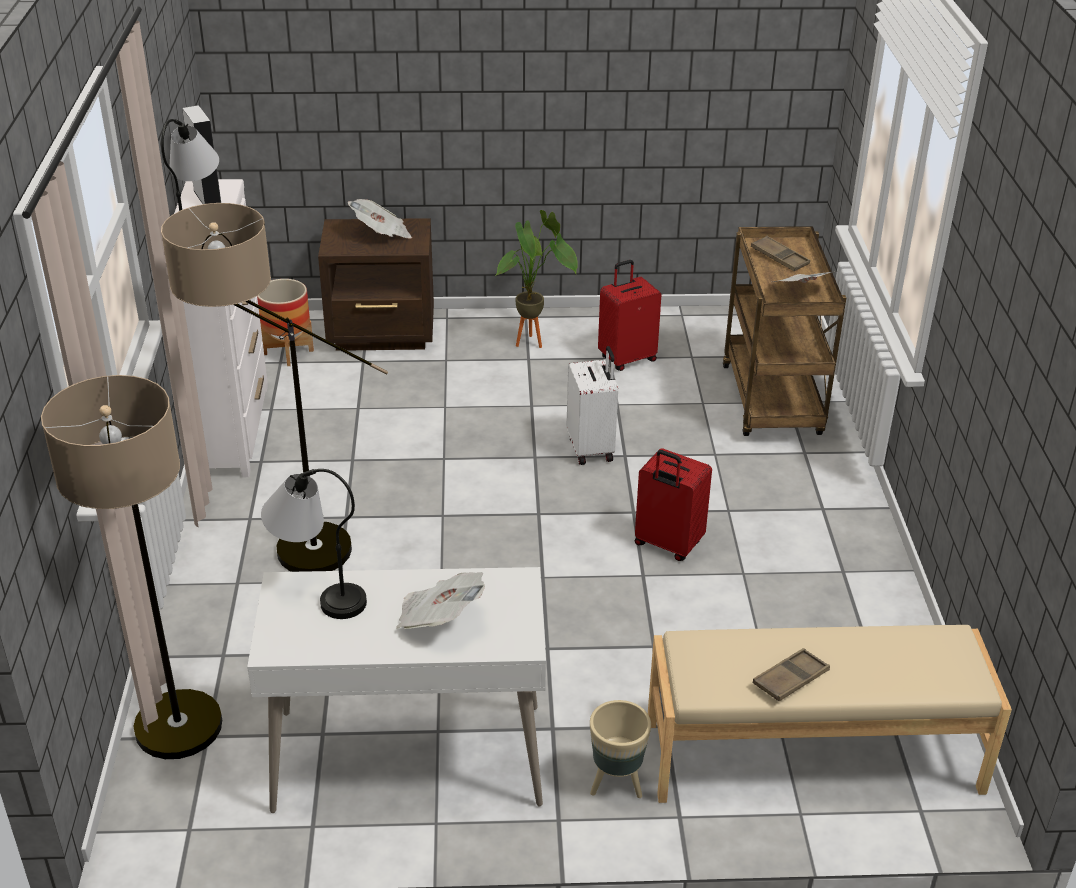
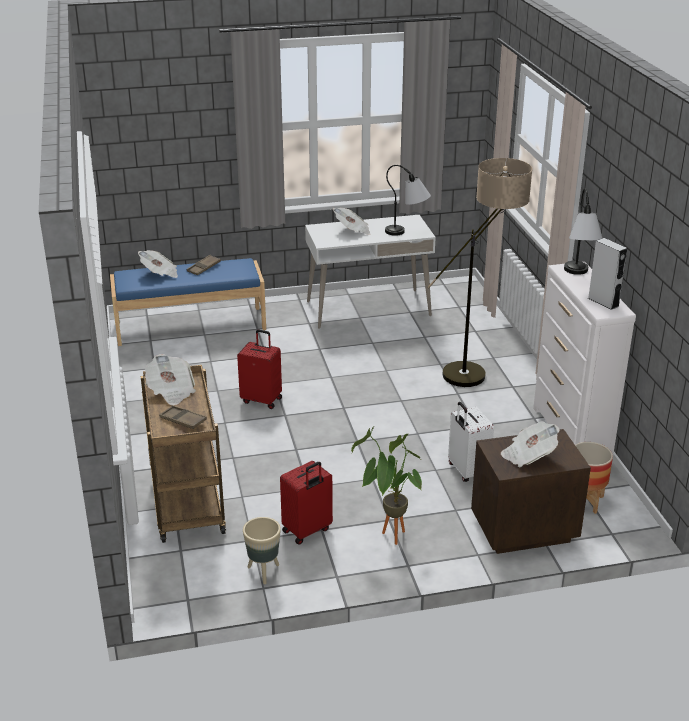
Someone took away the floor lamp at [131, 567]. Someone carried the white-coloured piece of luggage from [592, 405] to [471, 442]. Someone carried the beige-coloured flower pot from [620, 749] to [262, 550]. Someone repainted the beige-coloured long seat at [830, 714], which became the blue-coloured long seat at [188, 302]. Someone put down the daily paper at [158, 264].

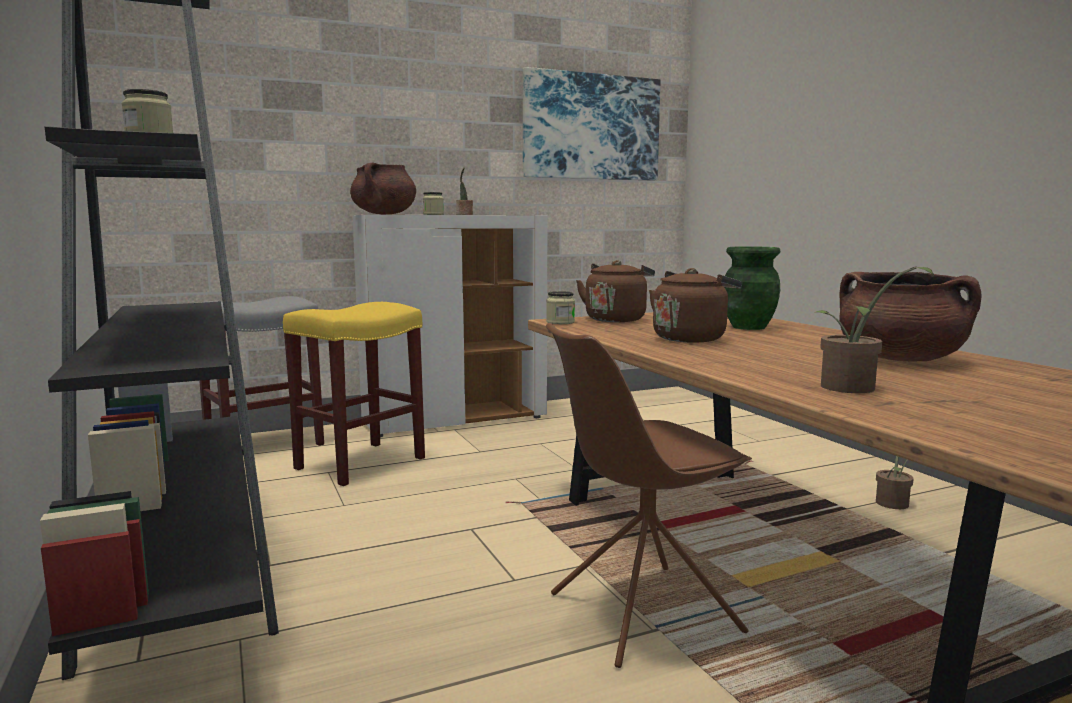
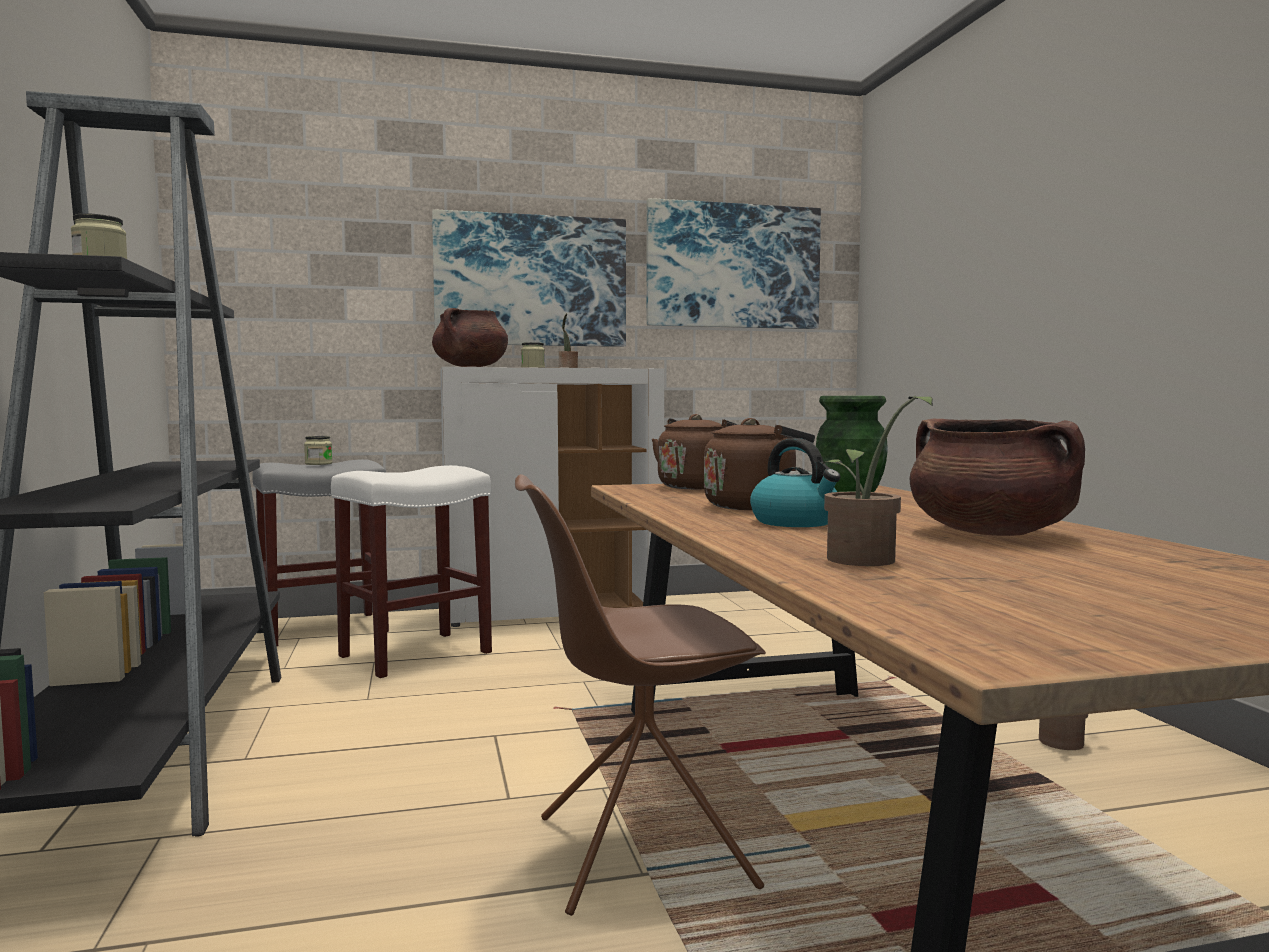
Someone repainted the yellow sitting stool at [354, 394], which became the white-coloured sitting stool at [411, 571]. Someone carried the jar from [560, 307] to [318, 450]. Someone put up the picture at [529, 278]. Someone put down the water kettle at [795, 482].

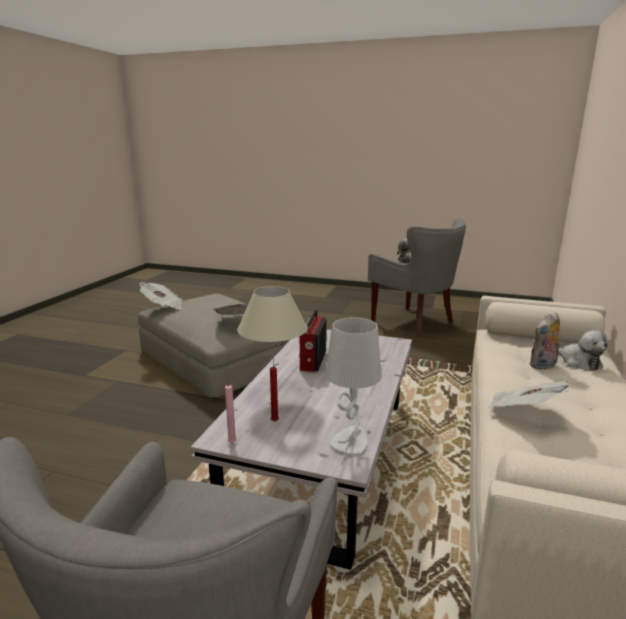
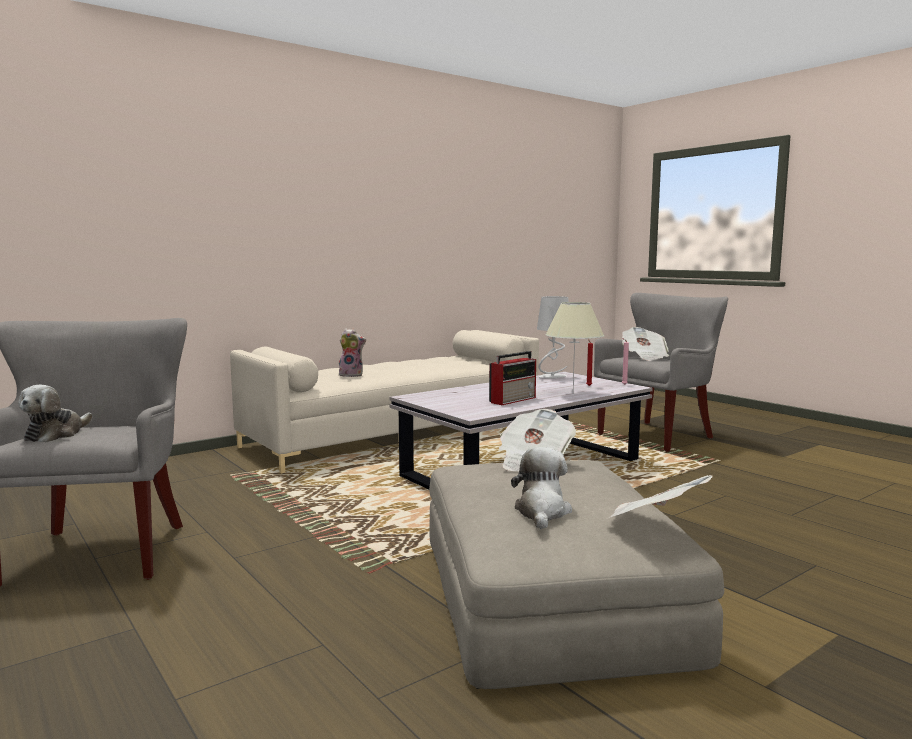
Someone carried the daily paper from [530, 394] to [645, 344]. Someone carried the soft toy from [583, 350] to [541, 488].

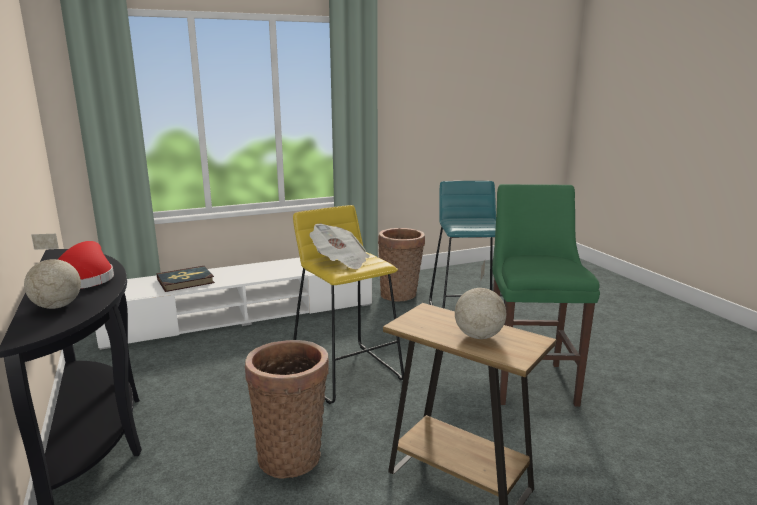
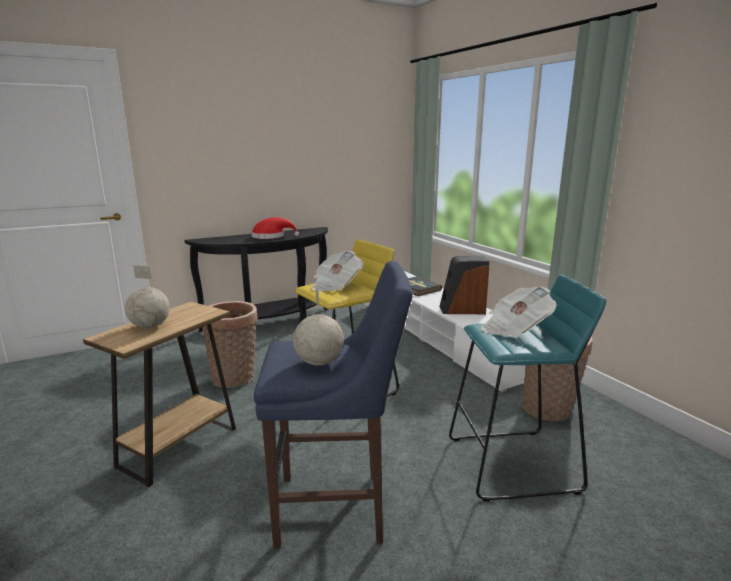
Someone carried the globe from [52, 271] to [318, 327]. Someone repainted the greenish sitting stool at [546, 295], which became the blue-coloured sitting stool at [333, 404]. Someone put down the speaker at [464, 285]. Someone put down the daily paper at [519, 312].

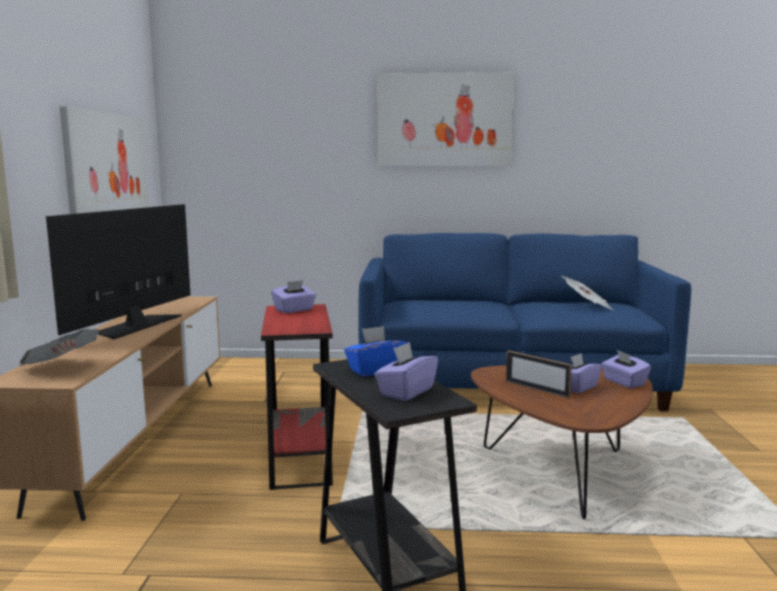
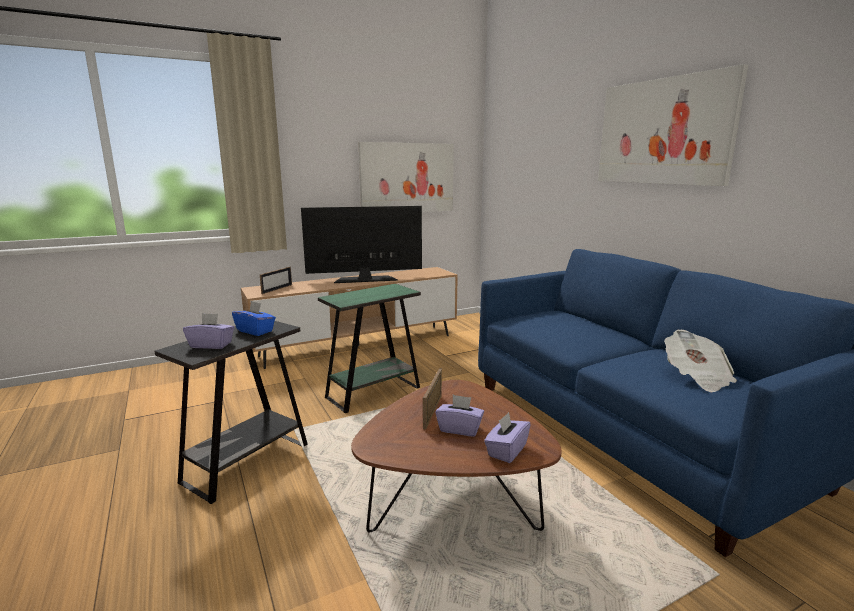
Someone swapped the daily paper at [59, 347] for the photo frame at [276, 280]. Someone repainted the red-coloured accent table at [297, 397], which became the greenish accent table at [369, 348]. Someone took away the purplish box of tissues at [293, 296].

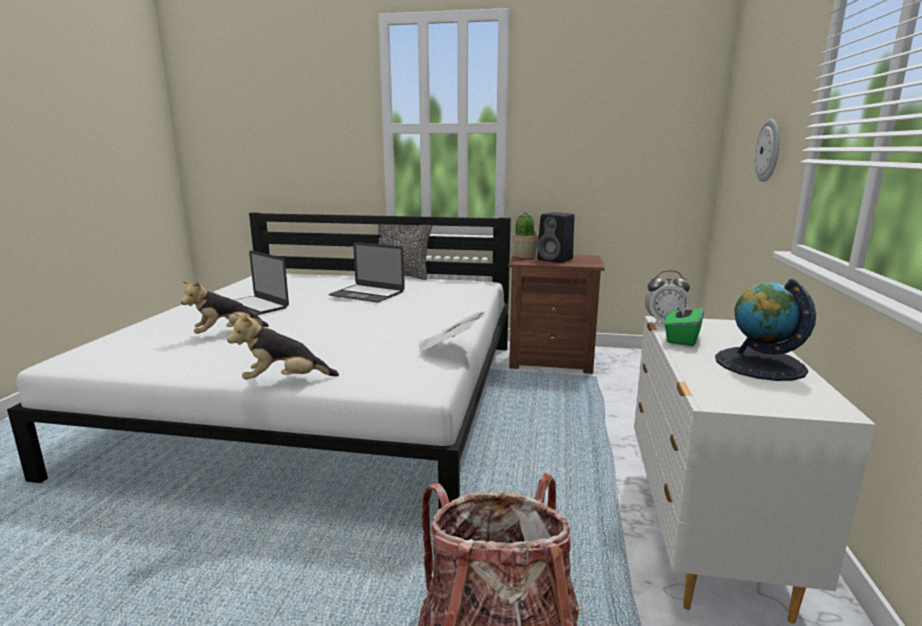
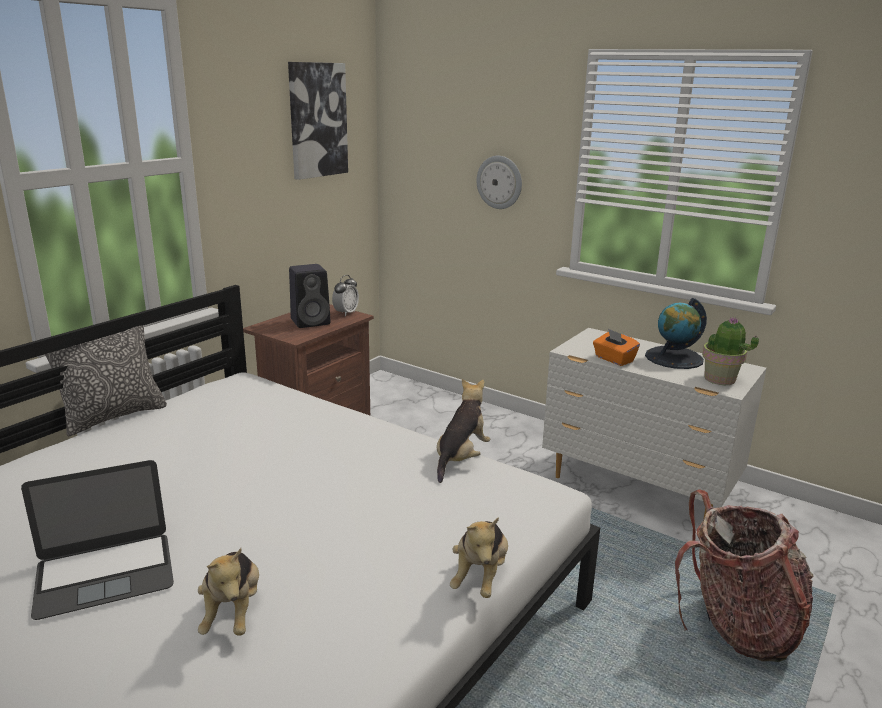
Someone took away the portable computer at [367, 272]. Someone swapped the daily paper at [452, 332] for the soft toy at [463, 431]. Someone carried the plant in a pot from [526, 235] to [730, 351]. Someone carried the bedside clock from [667, 297] to [345, 295]. Someone repainted the greenish box of tissues at [684, 322], which became the orange box of tissues at [616, 347]. Someone put up the picture at [318, 121].

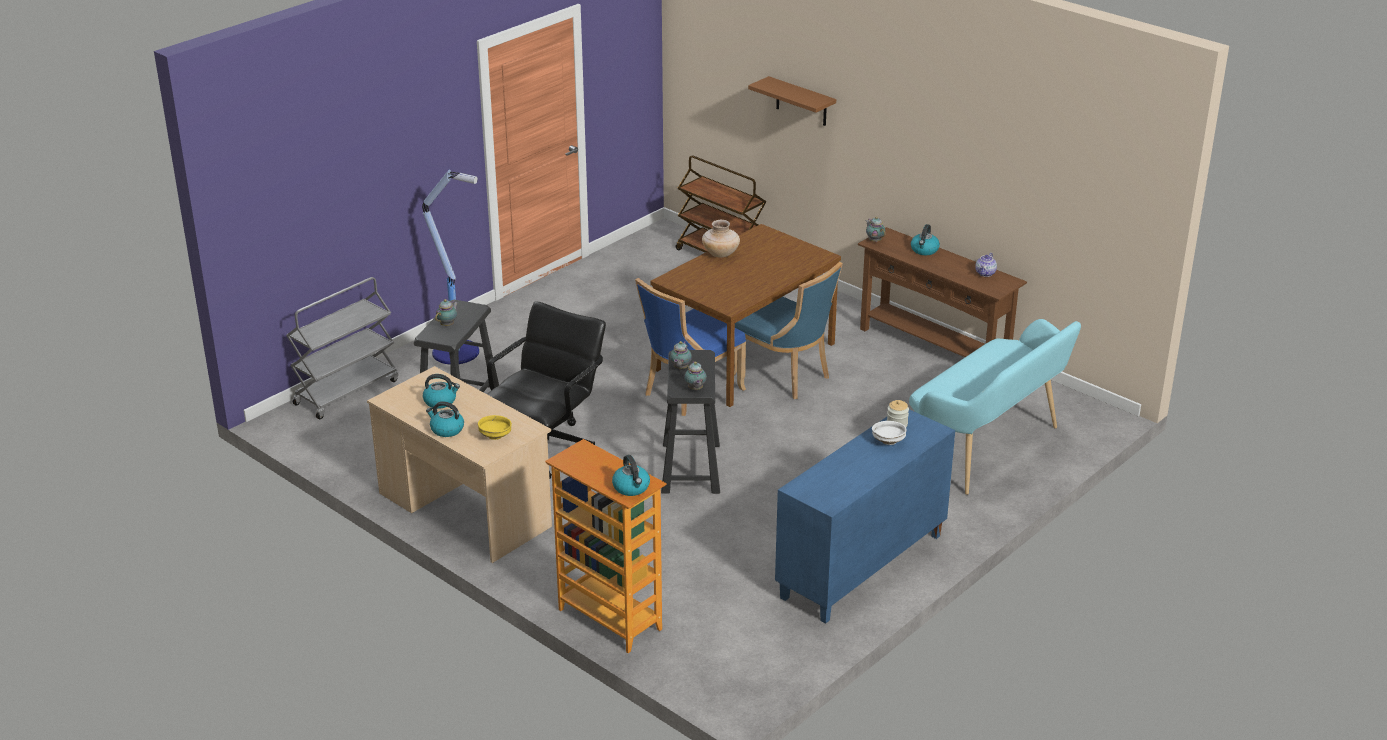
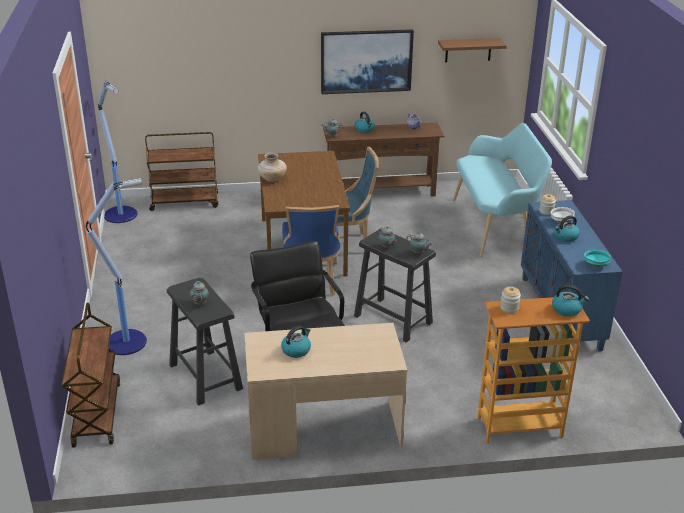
Someone repainted the grey trolley at [342, 348], which became the brownish trolley at [90, 375]. Someone carried the water kettle from [445, 419] to [567, 228]. Someone took away the yellow serving bowl at [495, 427]. Someone carried the brownish bracket shelf from [792, 101] to [472, 50]. Someone put down the floor lamp at [118, 151]. Someone put up the picture at [367, 61]. Someone put down the jar at [510, 300]. Someone put down the turquoise-coloured serving bowl at [597, 259].

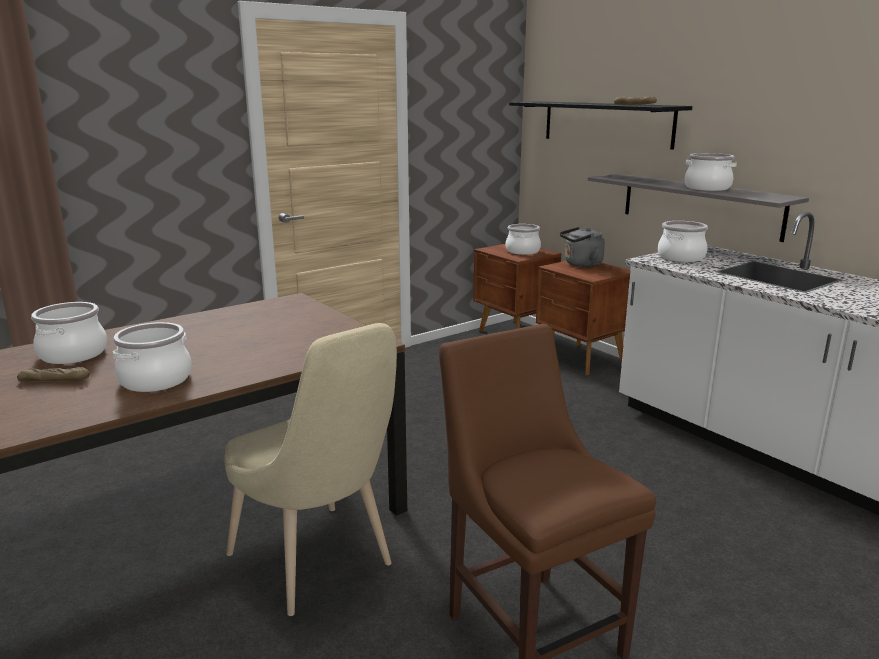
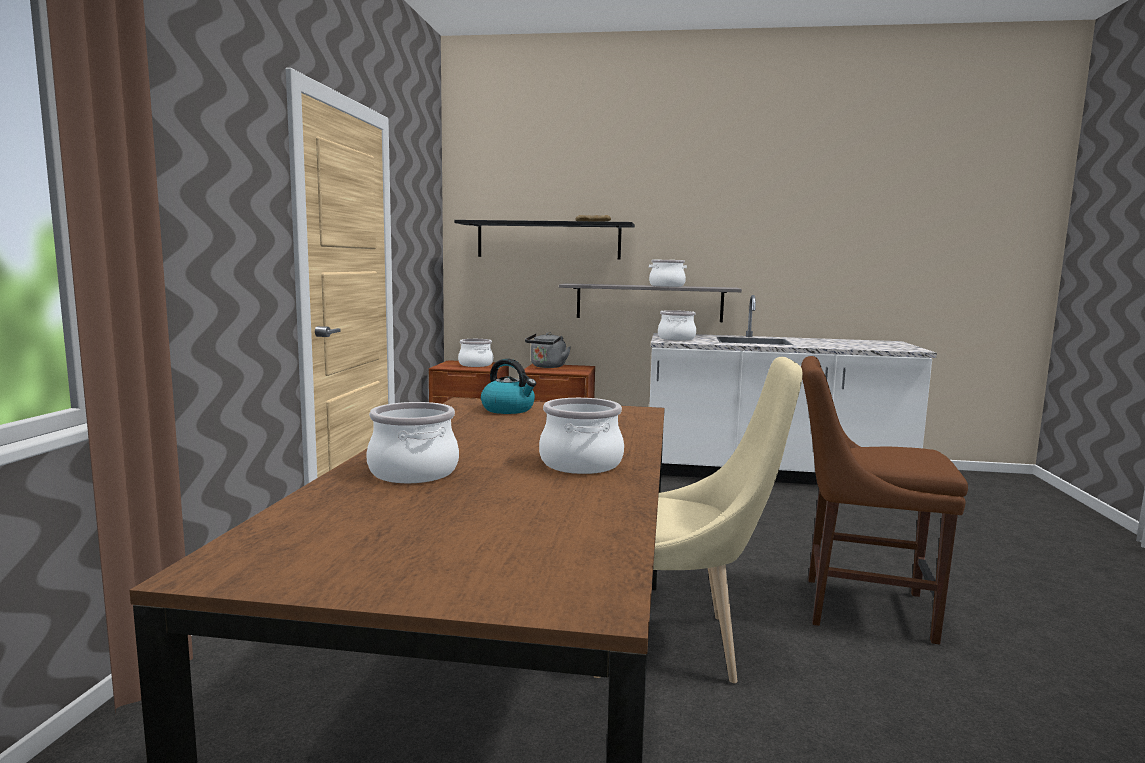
Someone took away the bakery bread at [53, 374]. Someone put down the water kettle at [508, 386].

